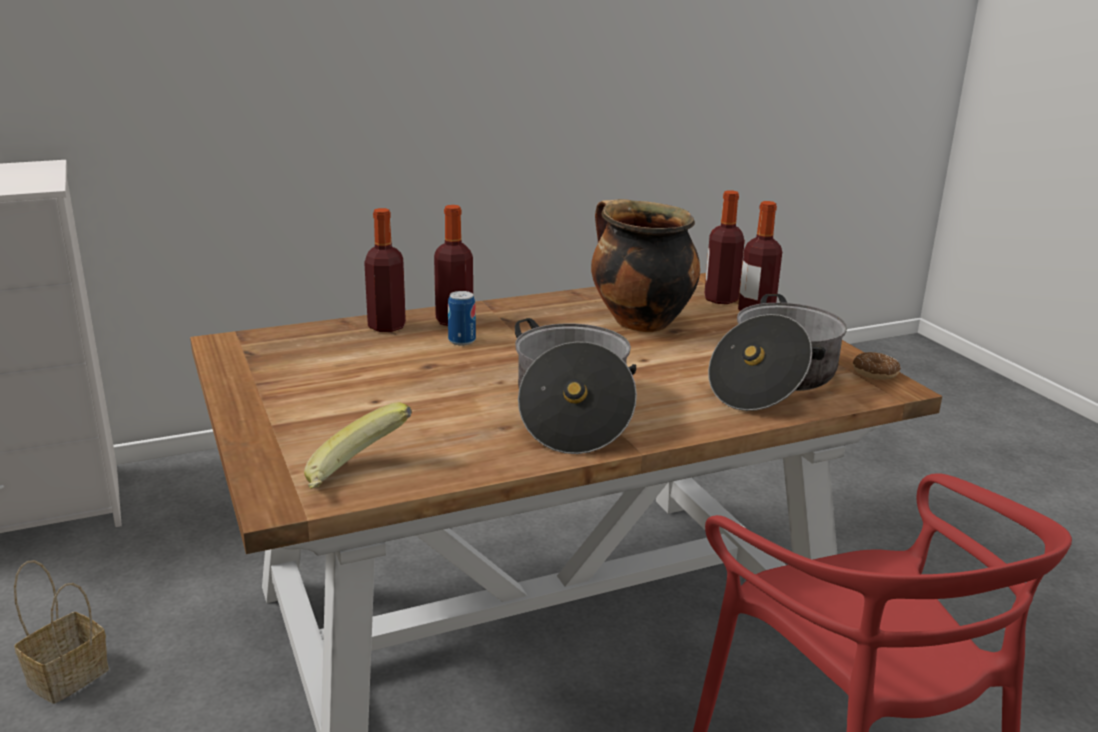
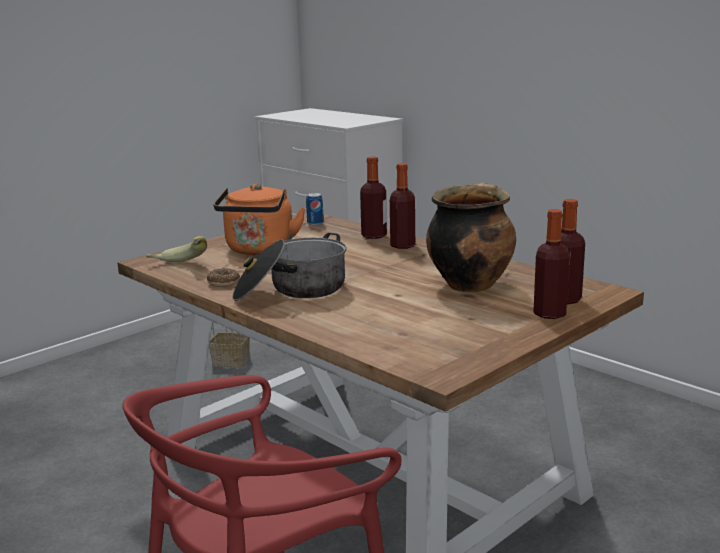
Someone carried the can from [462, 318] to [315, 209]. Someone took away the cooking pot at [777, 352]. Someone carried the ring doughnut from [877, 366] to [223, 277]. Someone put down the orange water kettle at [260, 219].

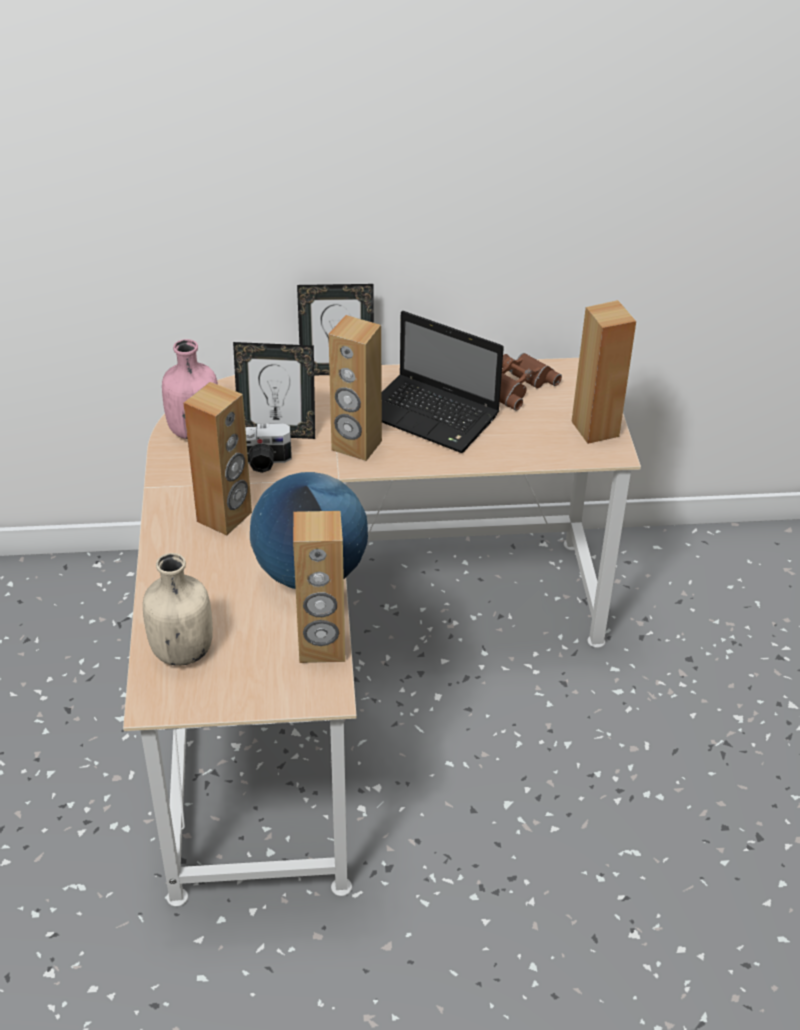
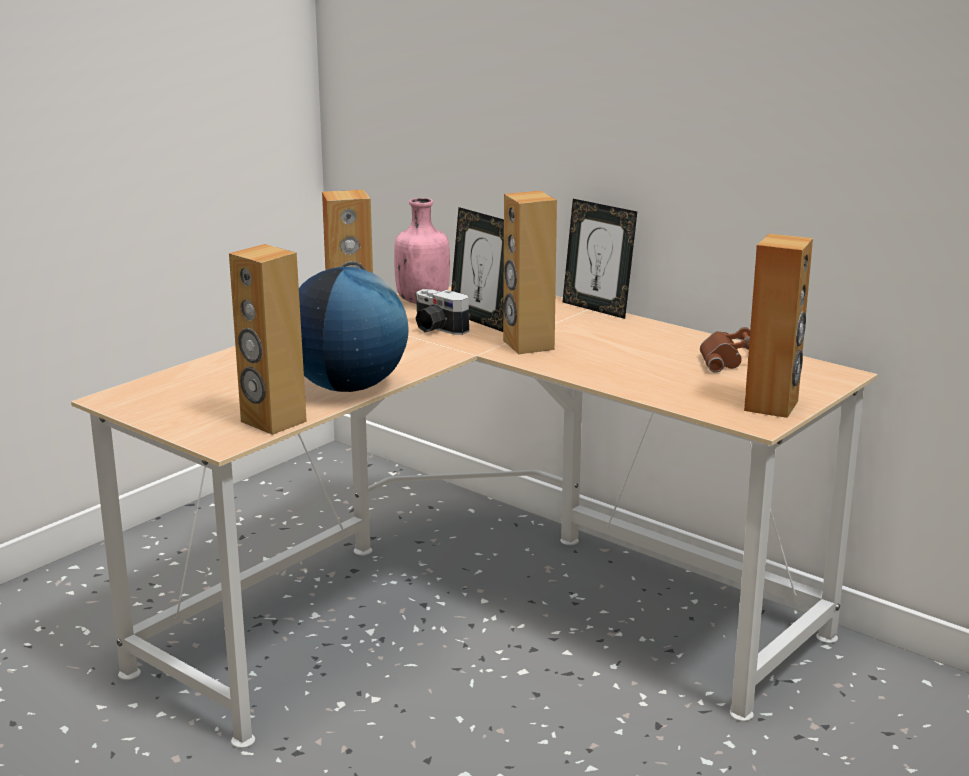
Someone took away the beige-coloured beverage bottle at [178, 609]. Someone took away the portable computer at [443, 382].

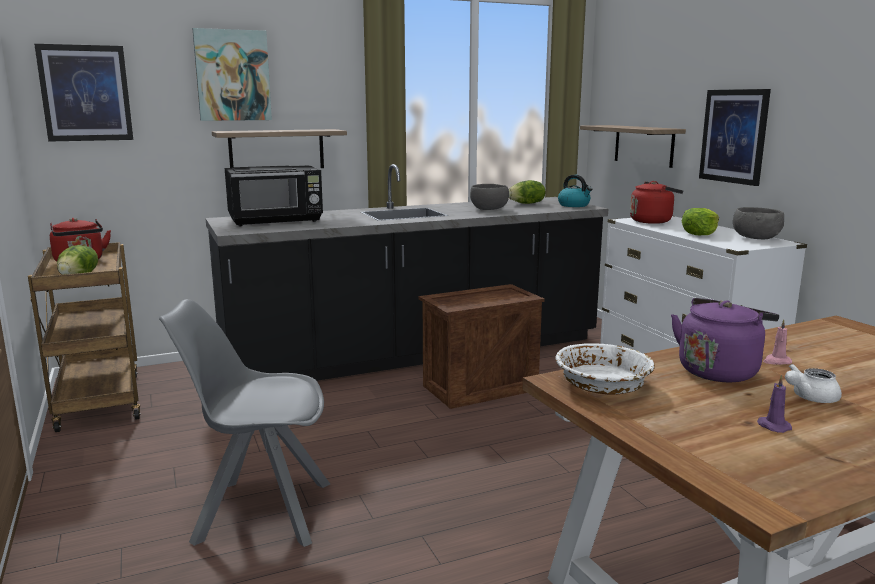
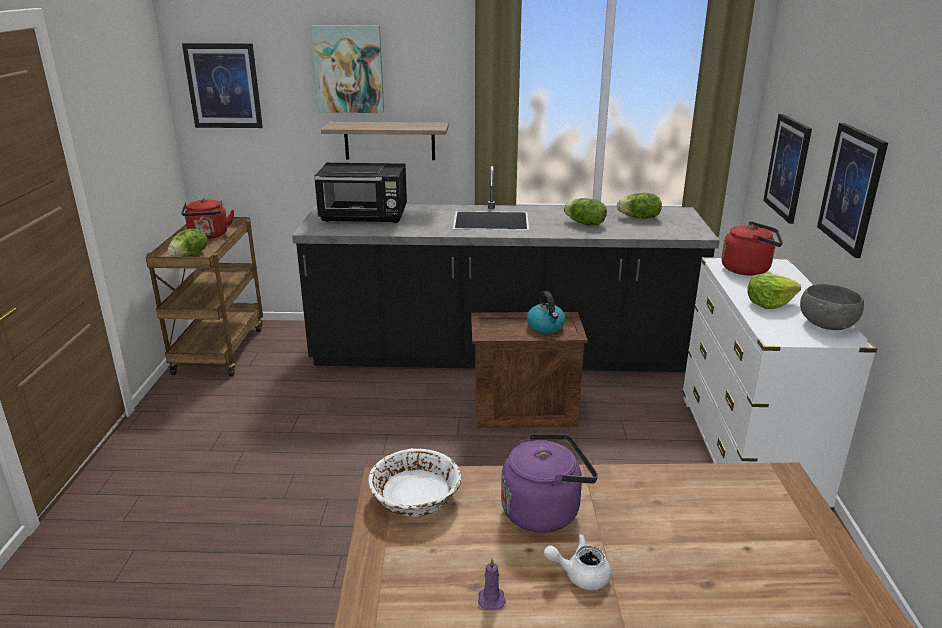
Someone took away the grey upright chair at [244, 423]. Someone swapped the grey serving bowl at [489, 197] for the head of lettuce at [585, 211]. Someone carried the water kettle from [575, 191] to [546, 312]. Someone swapped the bracket shelf at [633, 146] for the picture at [787, 169]. Someone took away the pink wax candle at [777, 342].

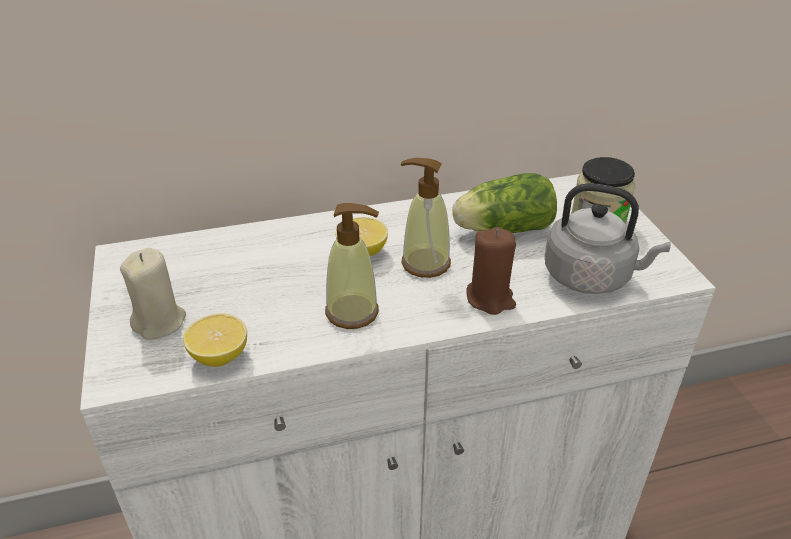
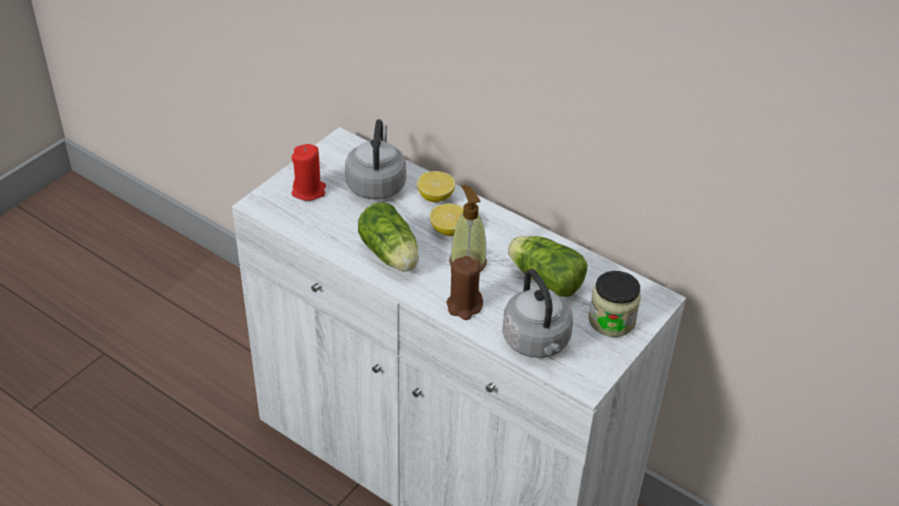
Someone repainted the beige-coloured wax candle at [153, 294], which became the red-coloured wax candle at [308, 172]. Someone carried the lemon from [215, 340] to [436, 186]. Someone swapped the soap bottle at [352, 266] for the head of lettuce at [388, 237]. Someone put down the grey water kettle at [375, 159].

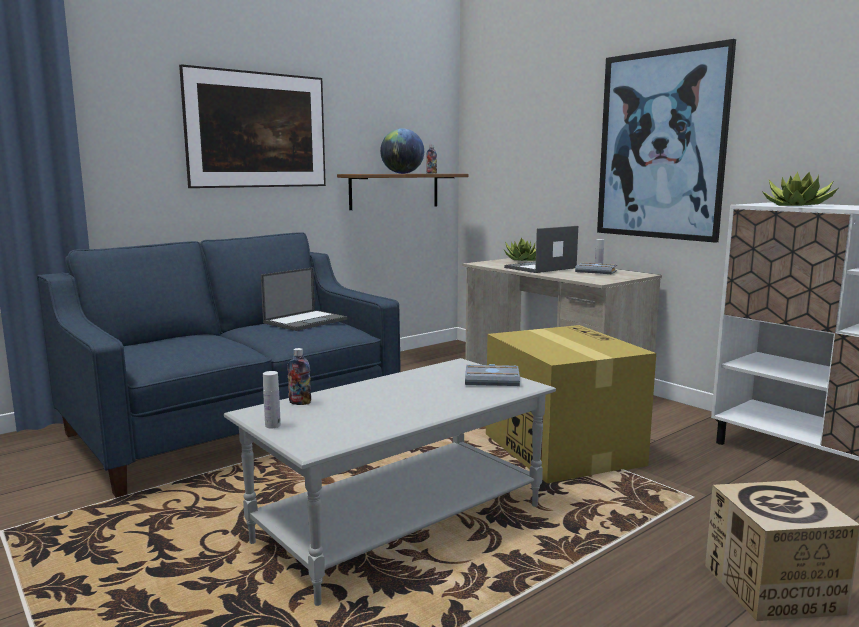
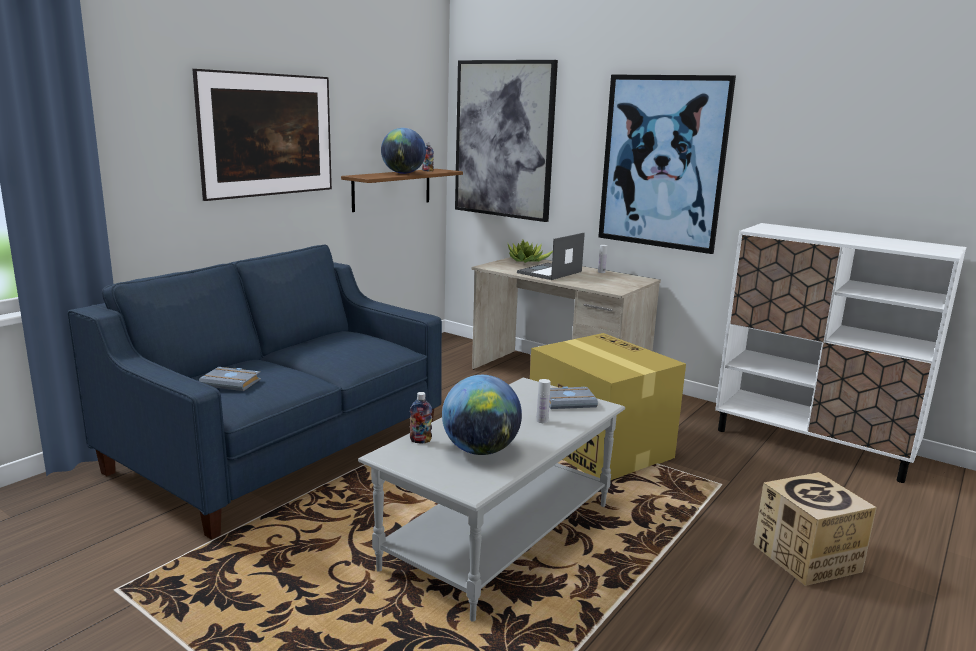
Someone took away the portable computer at [304, 299]. Someone carried the white-coloured beverage bottle from [272, 399] to [543, 401]. Someone carried the grey book from [596, 268] to [230, 379]. Someone took away the plant in a pot at [800, 189]. Someone put down the globe at [482, 415]. Someone put up the picture at [506, 141].

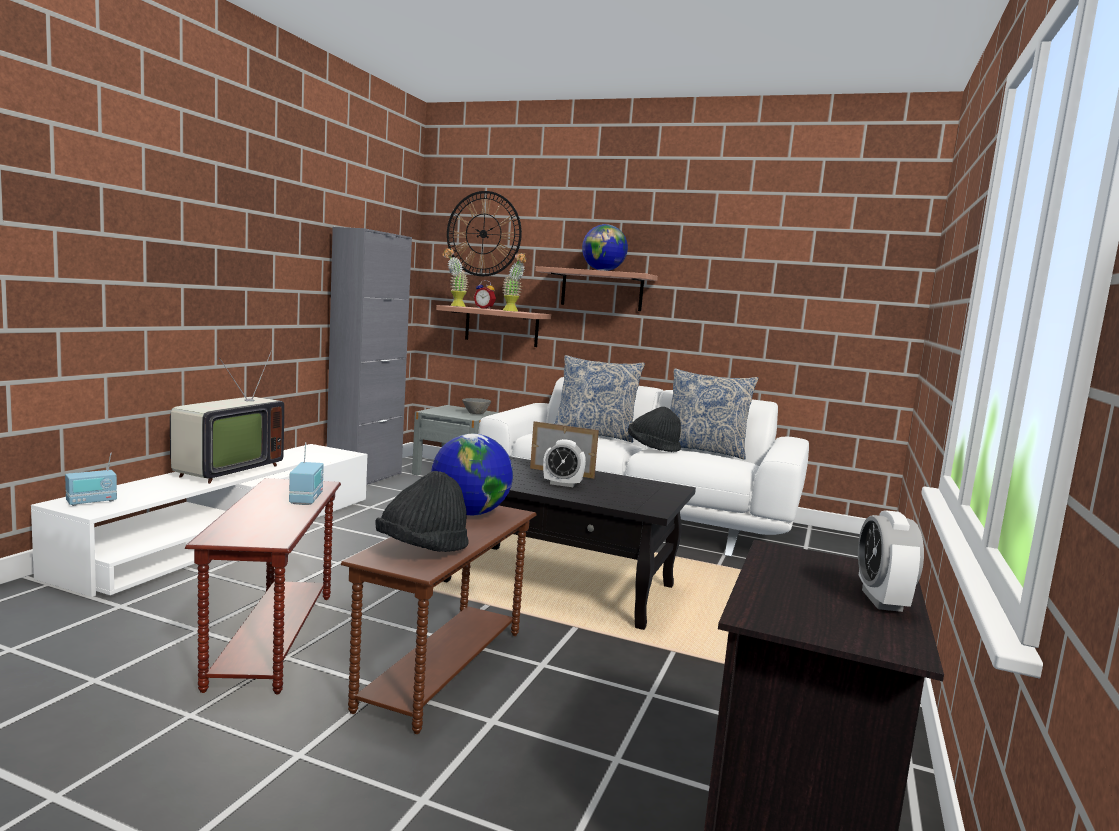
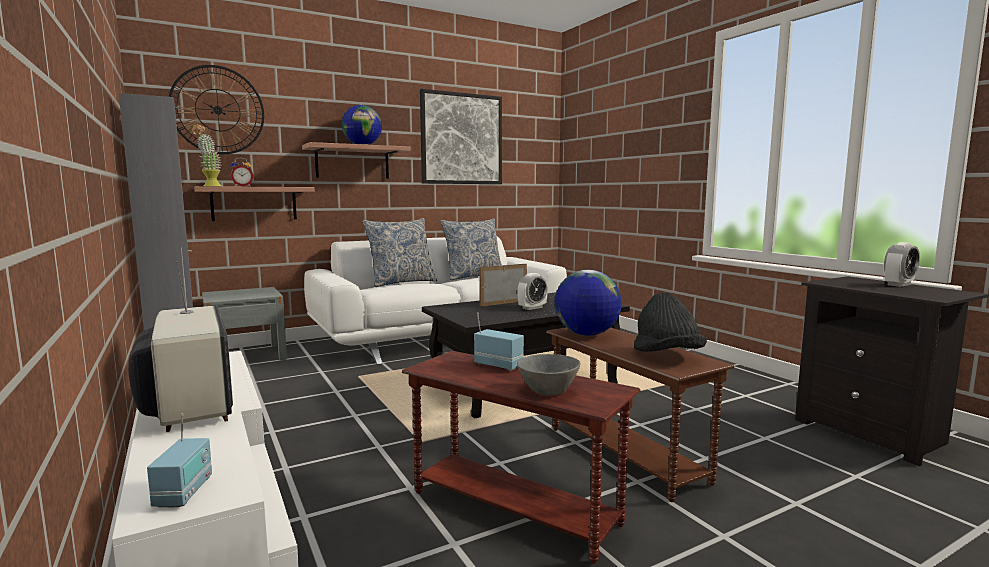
Someone carried the grey serving bowl from [476, 406] to [548, 375]. Someone took away the plant in a pot at [514, 282]. Someone took away the black-coloured wearable hat at [654, 429]. Someone rotated the bedside clock at [891, 561] by 75 degrees counterclockwise. Someone put up the picture at [461, 136].

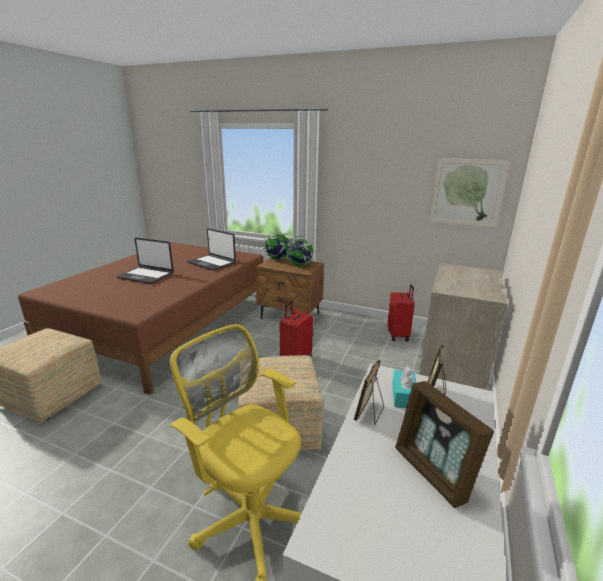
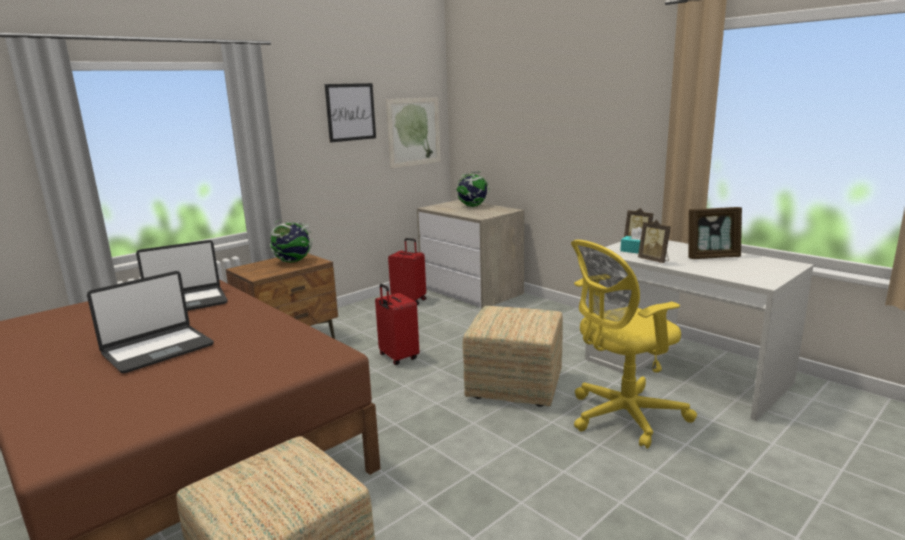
Someone carried the globe from [276, 246] to [473, 189]. Someone put up the picture at [350, 112].

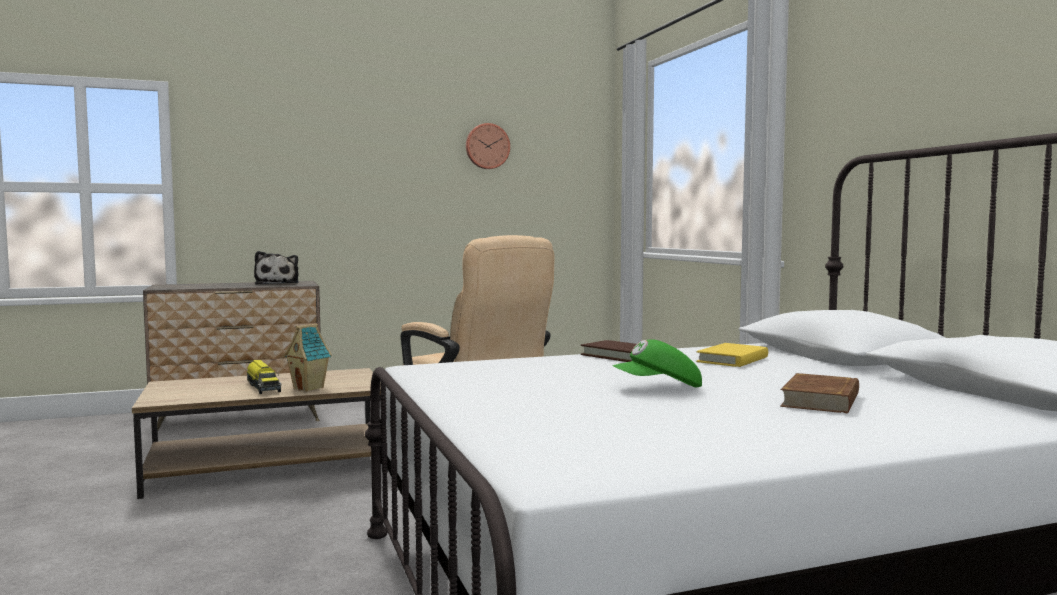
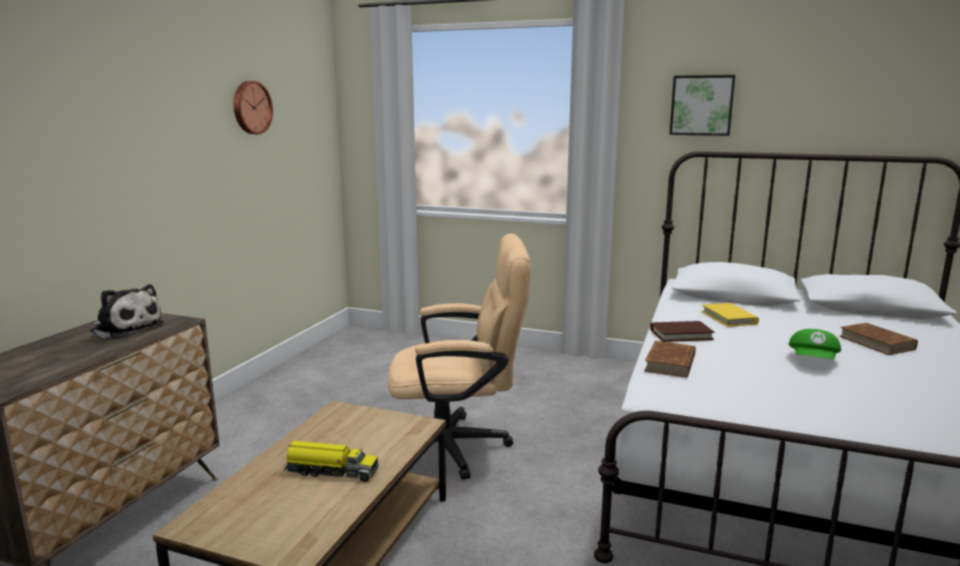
Someone took away the model house at [308, 357]. Someone put down the brownish book at [670, 359]. Someone put up the picture at [702, 105].

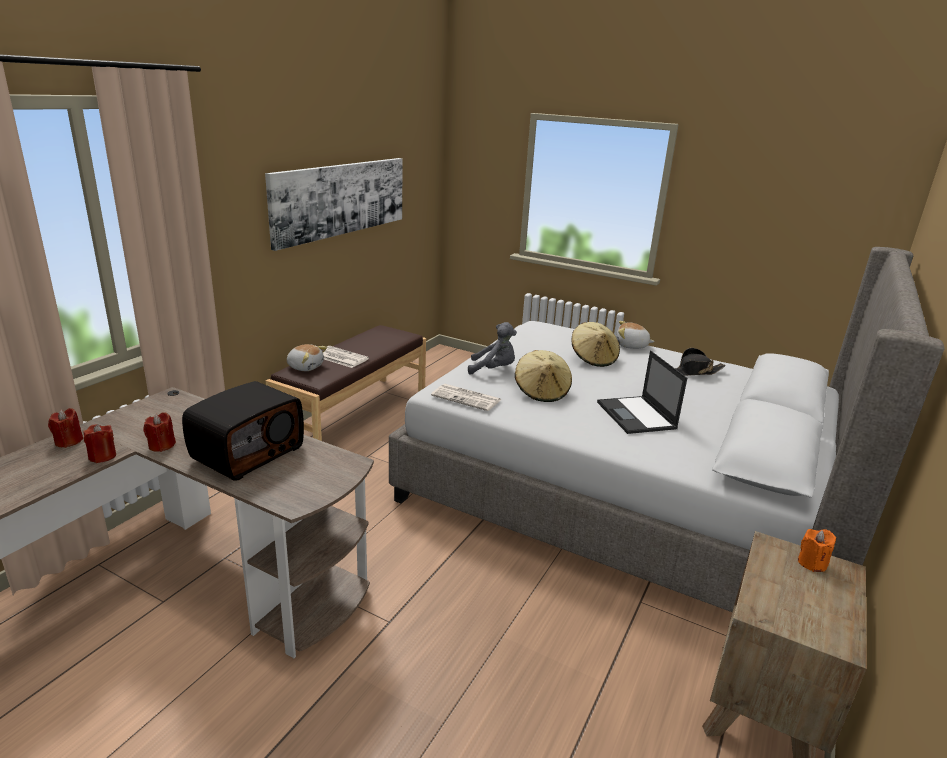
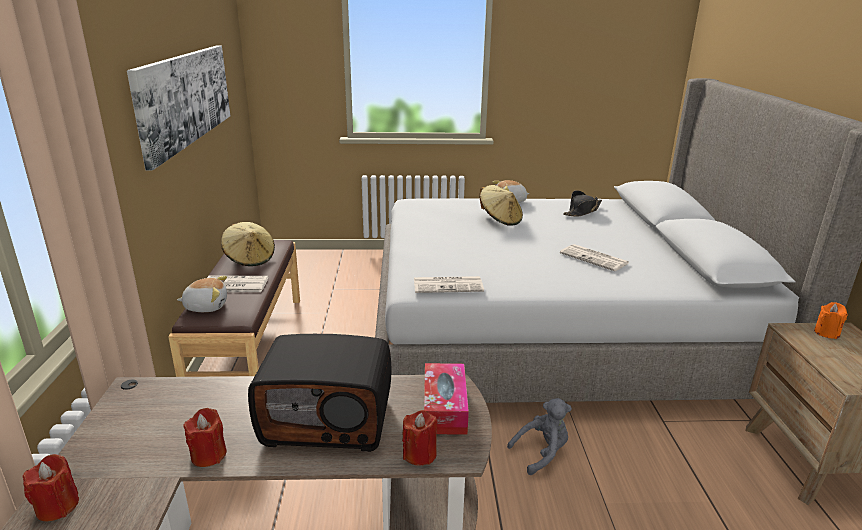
Someone carried the red-coloured wax candle from [99, 443] to [420, 438]. Someone rotated the radio set at [243, 430] by 90 degrees clockwise. Someone carried the grey soft toy from [492, 348] to [539, 436]. Someone carried the beige-coloured wearable hat from [543, 376] to [248, 244]. Someone swapped the portable computer at [642, 392] for the daily paper at [594, 257]. Someone put down the box of tissues at [446, 399].

